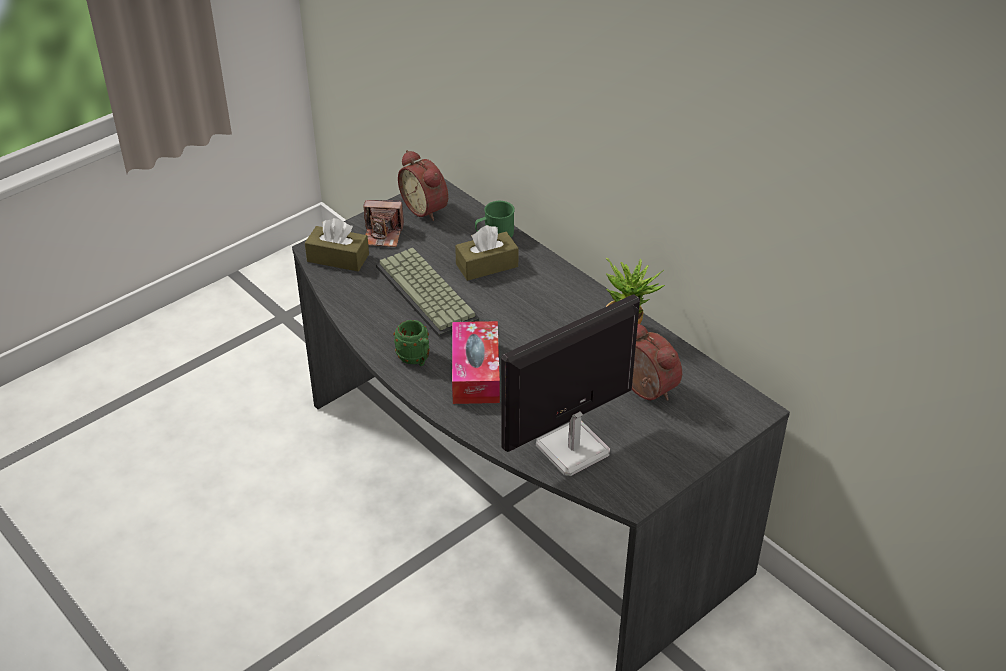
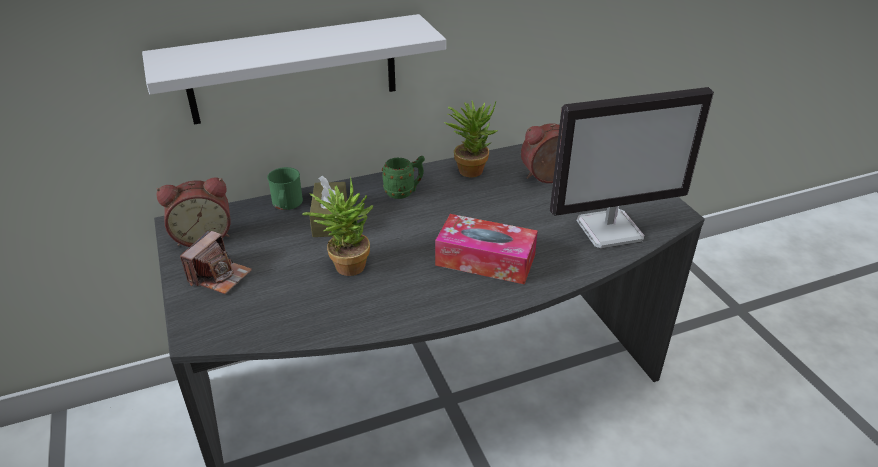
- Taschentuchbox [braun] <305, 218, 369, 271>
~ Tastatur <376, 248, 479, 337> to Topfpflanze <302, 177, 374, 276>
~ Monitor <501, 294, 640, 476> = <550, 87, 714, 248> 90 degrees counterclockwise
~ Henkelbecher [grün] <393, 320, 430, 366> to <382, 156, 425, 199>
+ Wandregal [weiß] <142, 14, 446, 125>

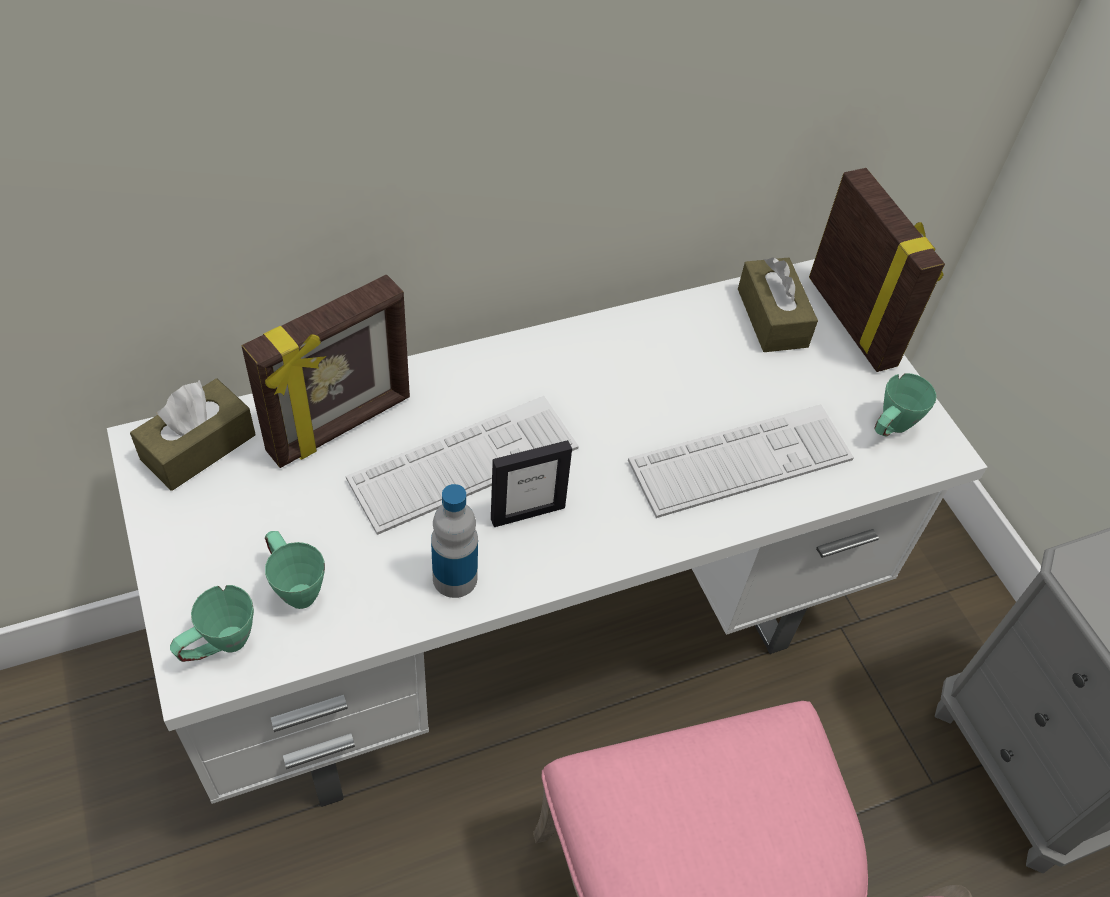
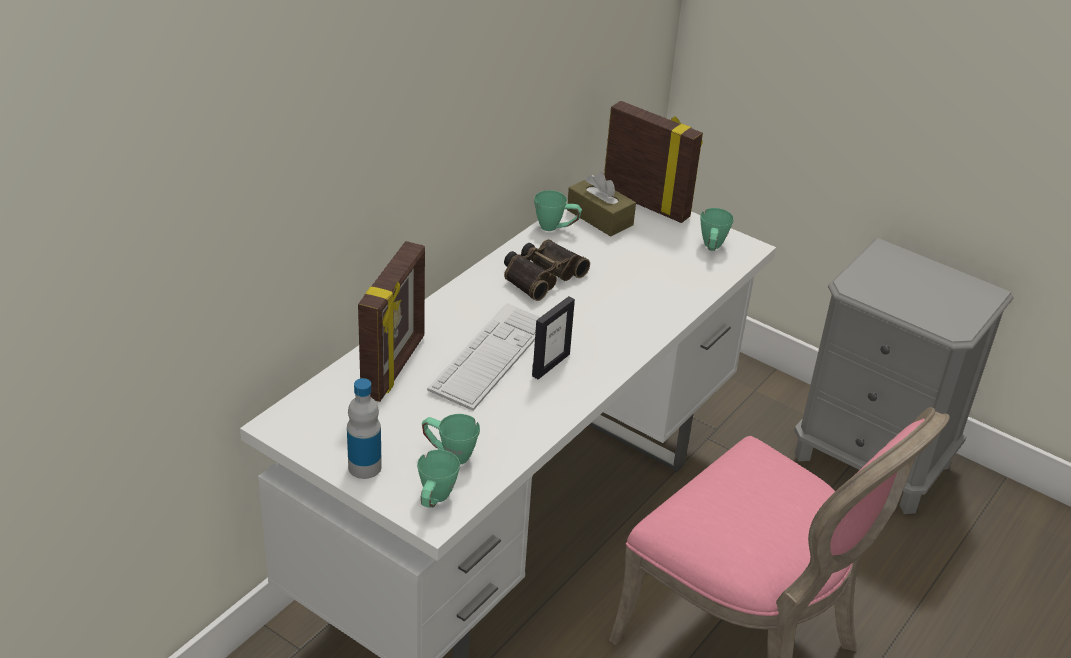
- Taschentuchbox [braun] <130, 379, 256, 491>
- Tastatur <628, 404, 854, 518>
~ Flasche <431, 484, 478, 598> to <347, 378, 382, 479>
+ Henkelbecher [grün] <534, 190, 582, 231>
+ Fernglas <504, 239, 590, 301>

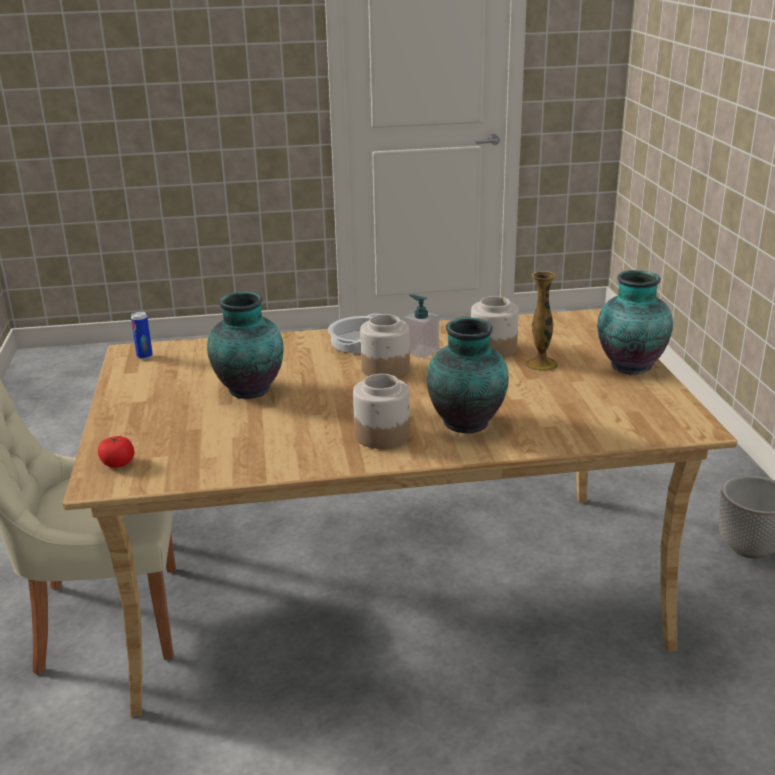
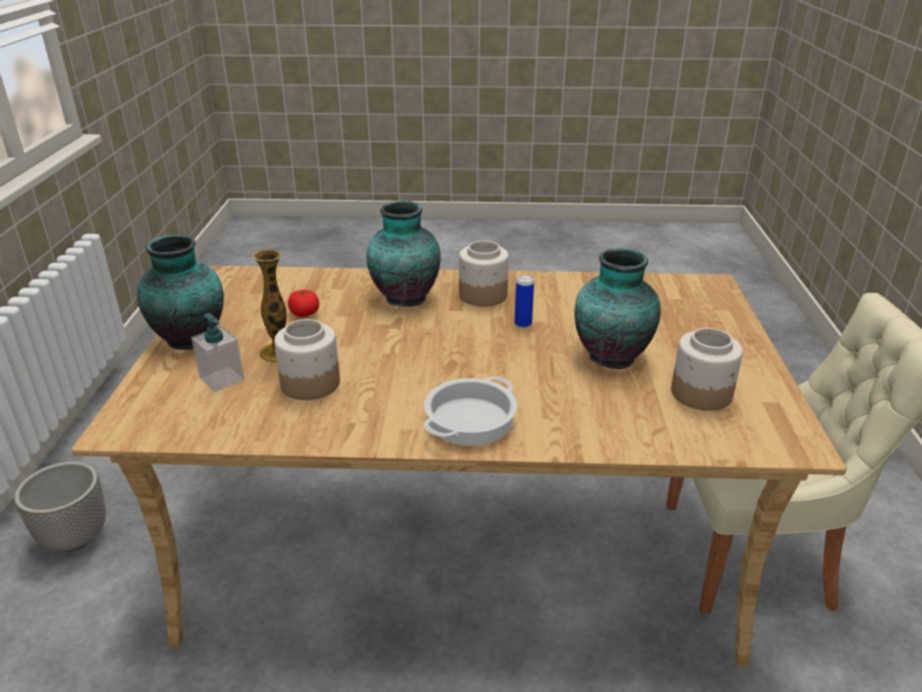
~ Seifenspender <403, 294, 439, 359> to <191, 313, 245, 392>
~ Dose <131, 312, 153, 359> to <514, 275, 534, 328>
~ Vorratsglas <360, 314, 410, 377> to <671, 328, 743, 411>
~ Tomate <98, 436, 135, 468> to <288, 289, 319, 317>

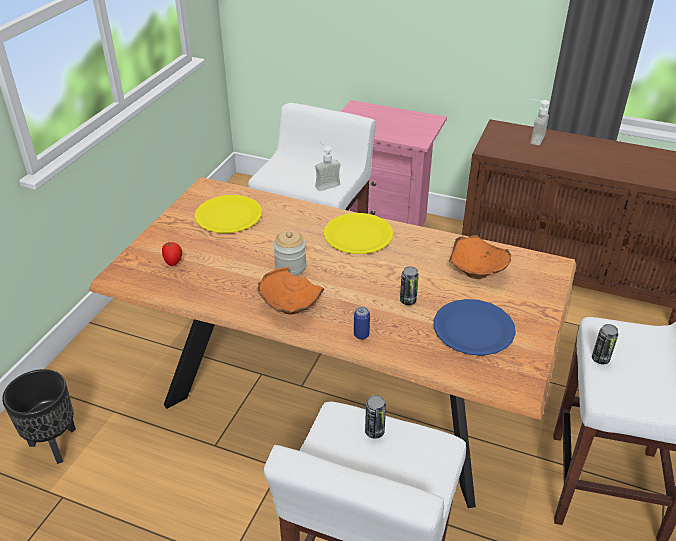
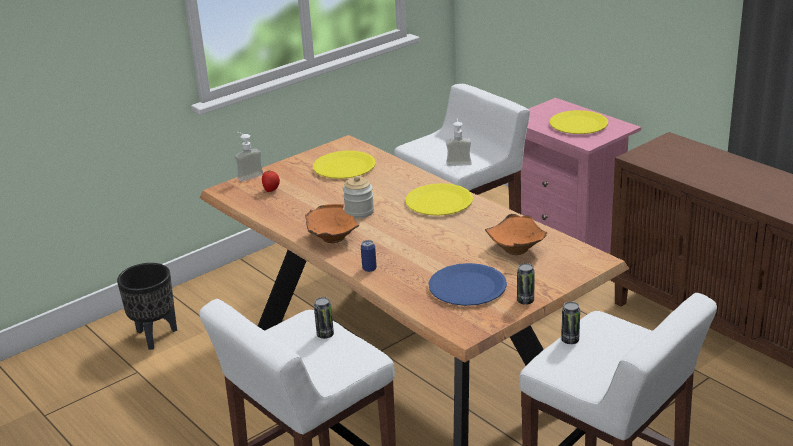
~ Seifenspender <531, 100, 550, 145> to <235, 132, 263, 182>
~ Dose <400, 266, 419, 305> to <517, 263, 535, 305>
+ Teller [gelb] <550, 110, 608, 134>

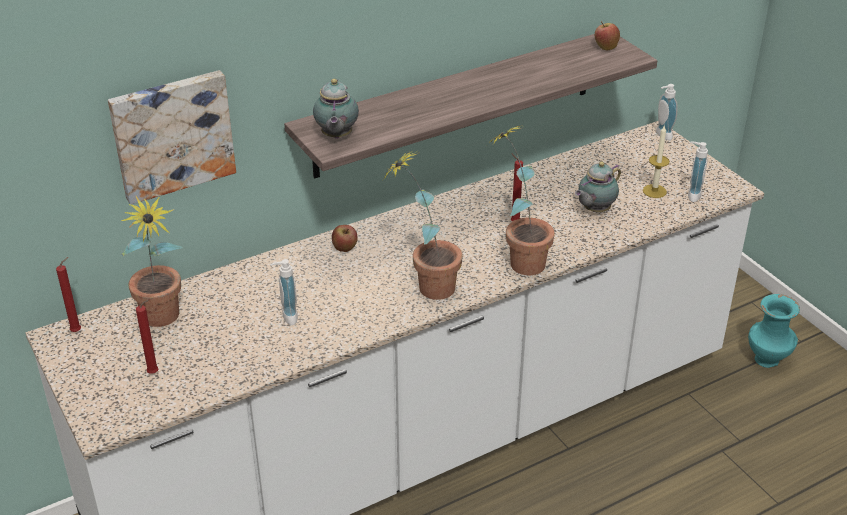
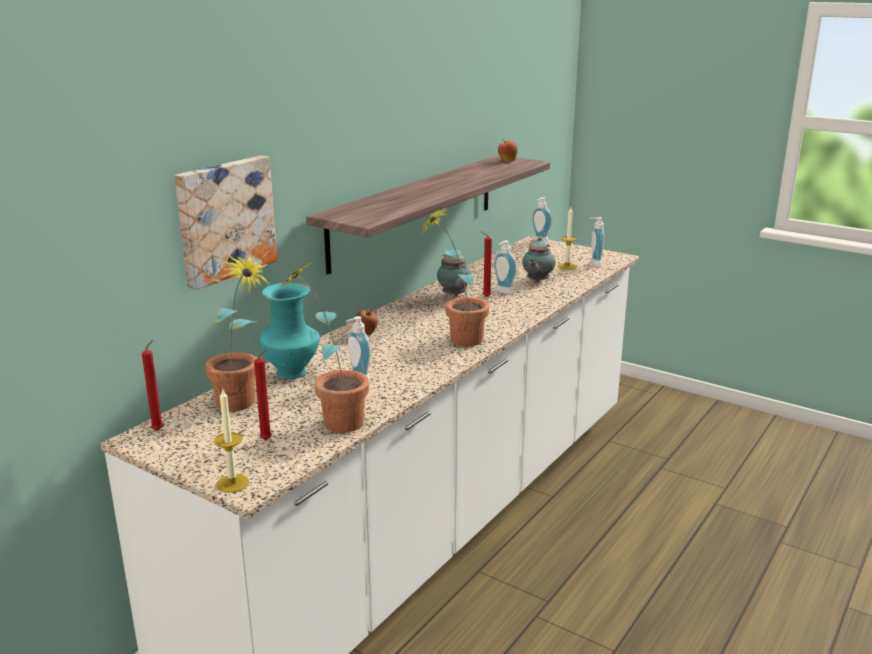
~ Teekanne <313, 79, 359, 139> to <437, 249, 471, 297>
~ Topfpflanze <487, 126, 555, 275> to <279, 262, 369, 433>
~ Vase [türkis] <748, 294, 800, 368> to <260, 282, 320, 380>
+ Seifenspender <494, 240, 517, 294>
+ Kerze <213, 388, 249, 493>

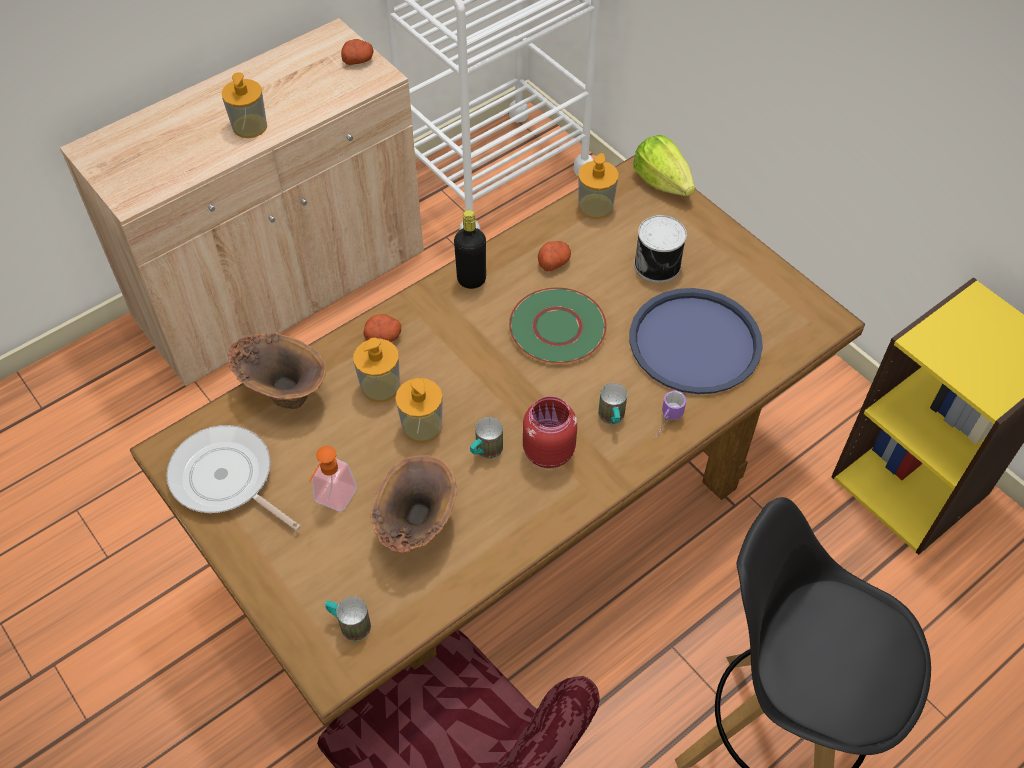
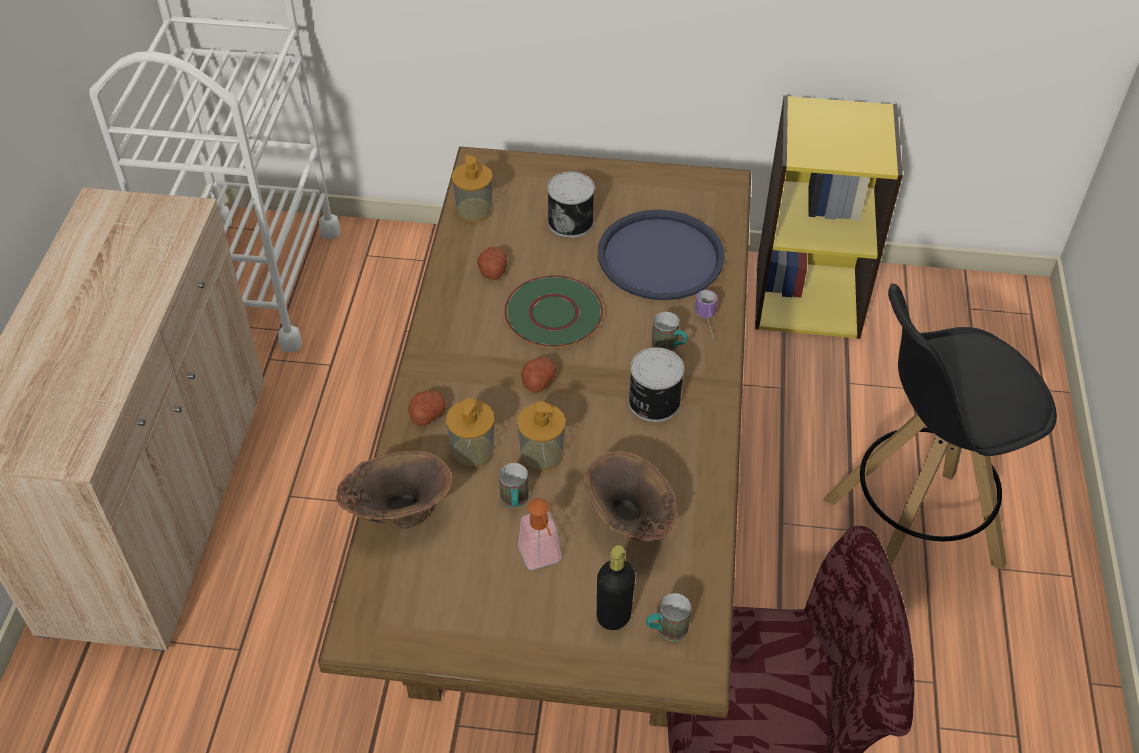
~ Kartoffel <341, 39, 373, 65> to <522, 357, 556, 393>
- Seifenspender <222, 72, 267, 138>
- Salatkopf <633, 135, 695, 196>
~ Flasche [schwarz] <454, 210, 486, 289> to <597, 545, 635, 630>
~ Vorratsglas [rot] <523, 396, 577, 468> to Dose <628, 347, 684, 422>
~ Henkelbecher <470, 417, 503, 459> to <499, 463, 529, 508>
- Pfanne <166, 425, 301, 531>

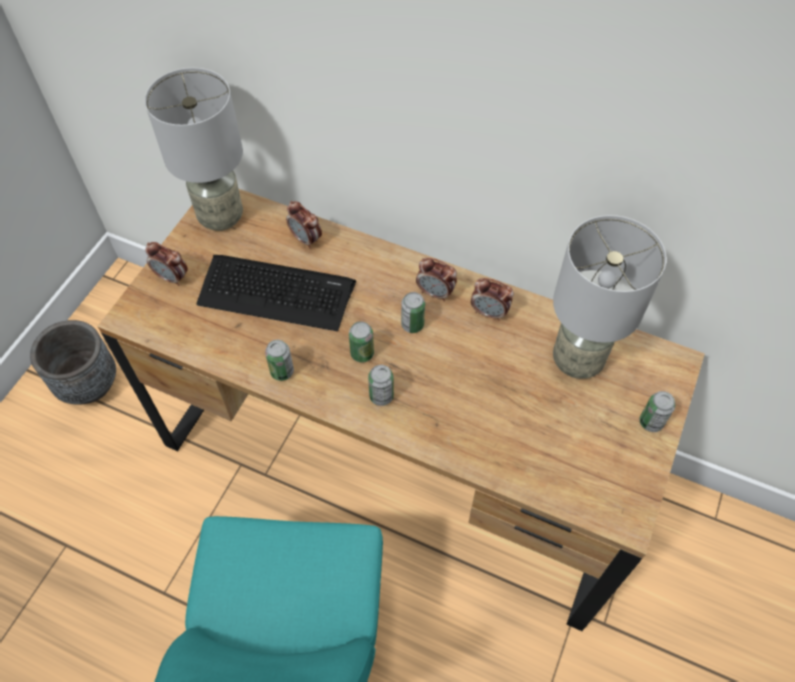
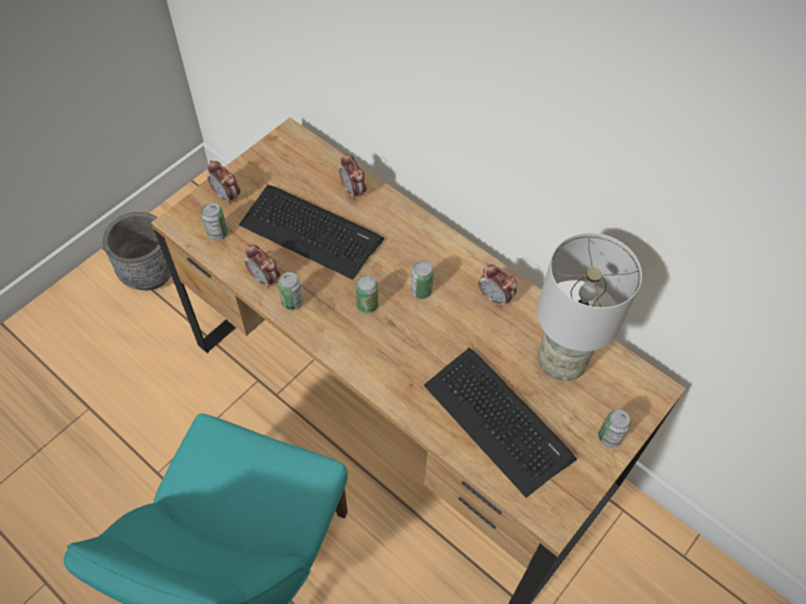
- Tischlampe [grau] <145, 68, 243, 231>
~ Wecker <416, 258, 457, 301> to <244, 244, 280, 289>
~ Dose <368, 365, 394, 406> to <201, 203, 228, 241>
+ Tastatur <424, 348, 577, 498>

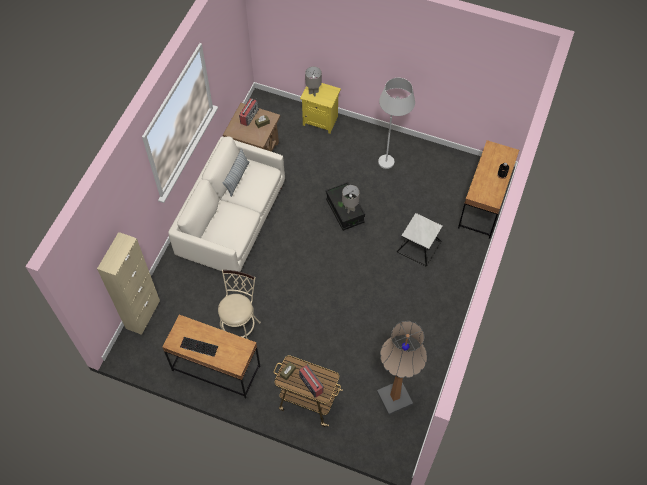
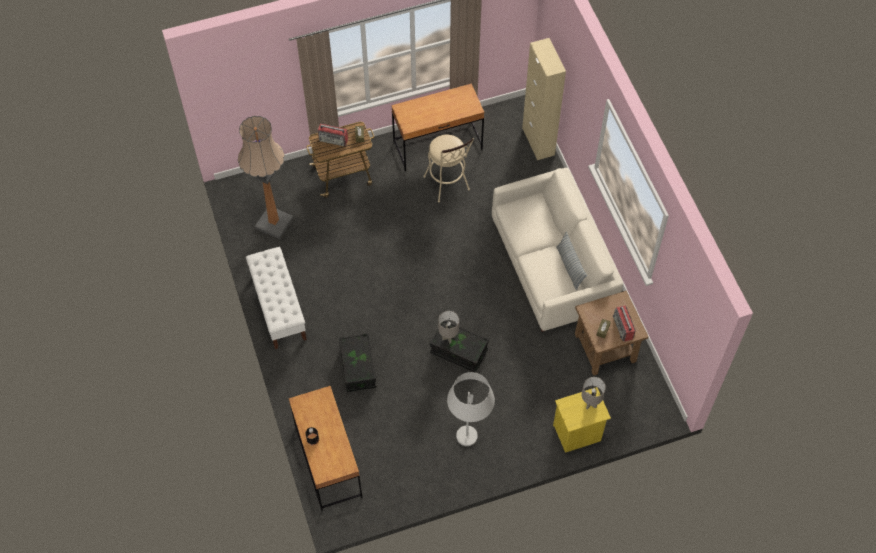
~ Beistelltisch <397, 213, 443, 267> to Aufbewahrungsbox [schwarz] <339, 333, 376, 392>
- Tastatur <180, 337, 218, 357>
+ Bank [weiß] <246, 247, 307, 349>

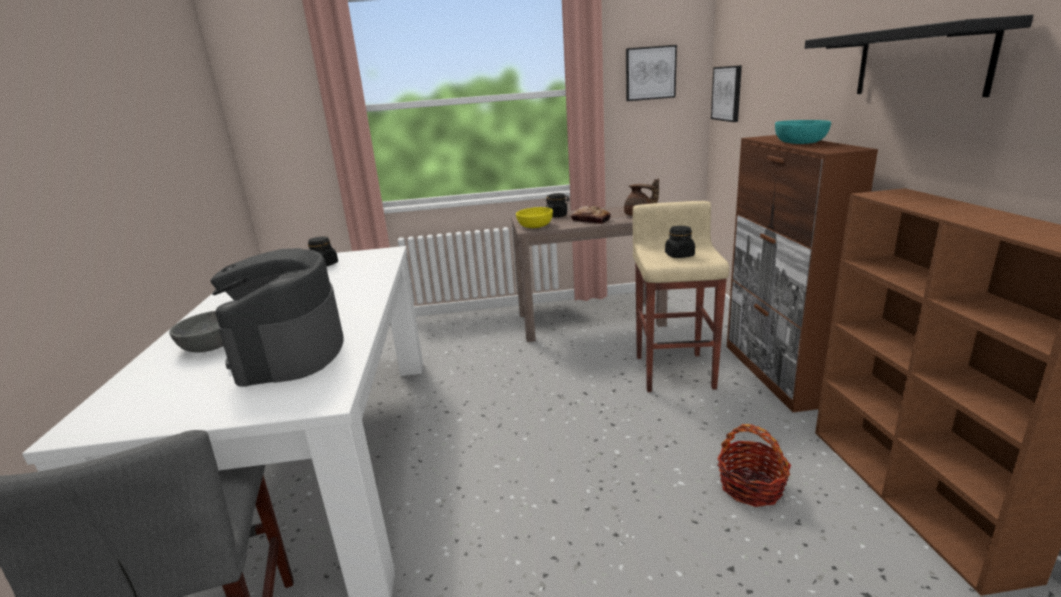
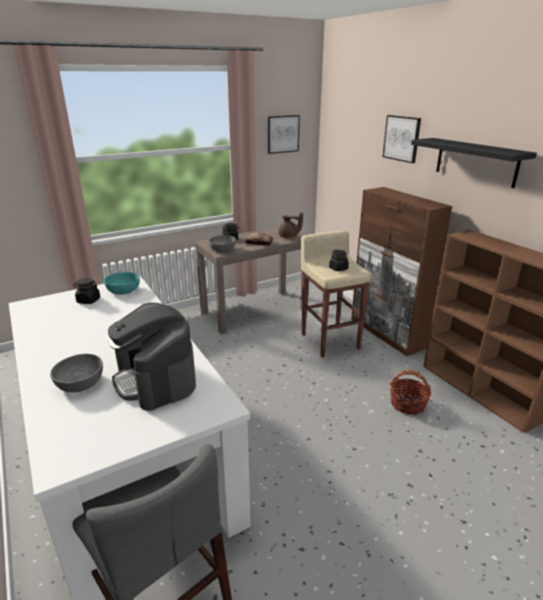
~ Bild <711, 65, 742, 122> to <383, 115, 421, 163>
~ Schüssel [türkis] <775, 120, 831, 144> to <104, 272, 140, 295>
~ Schüssel [gelb] <516, 207, 553, 228> to Schüssel [grau] <209, 235, 236, 252>

